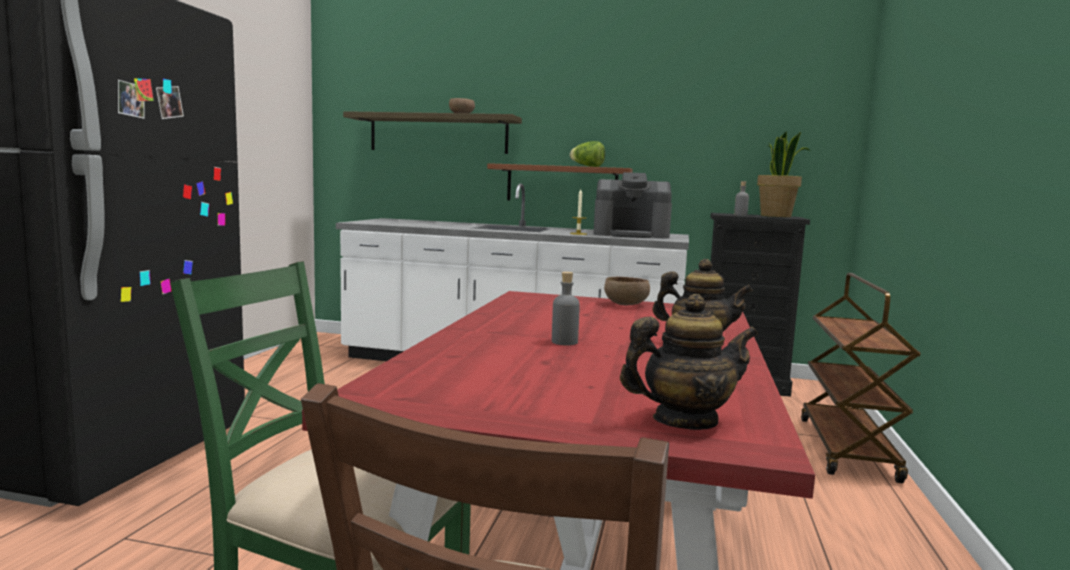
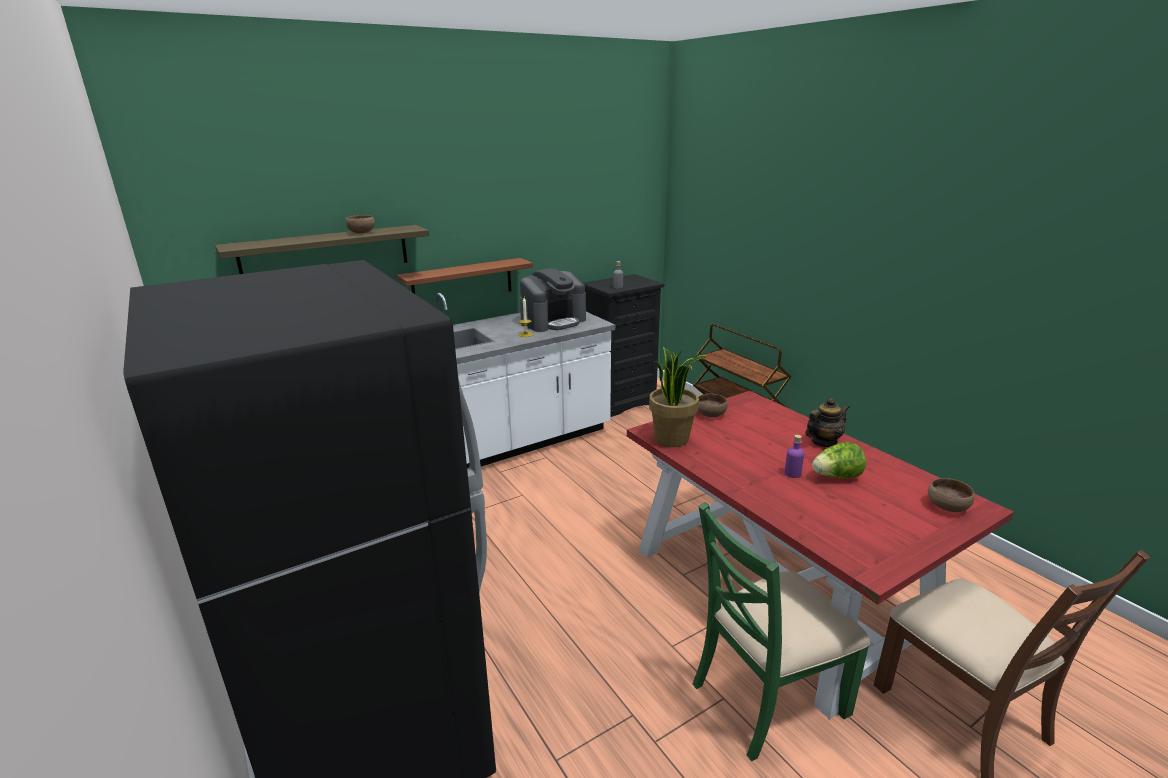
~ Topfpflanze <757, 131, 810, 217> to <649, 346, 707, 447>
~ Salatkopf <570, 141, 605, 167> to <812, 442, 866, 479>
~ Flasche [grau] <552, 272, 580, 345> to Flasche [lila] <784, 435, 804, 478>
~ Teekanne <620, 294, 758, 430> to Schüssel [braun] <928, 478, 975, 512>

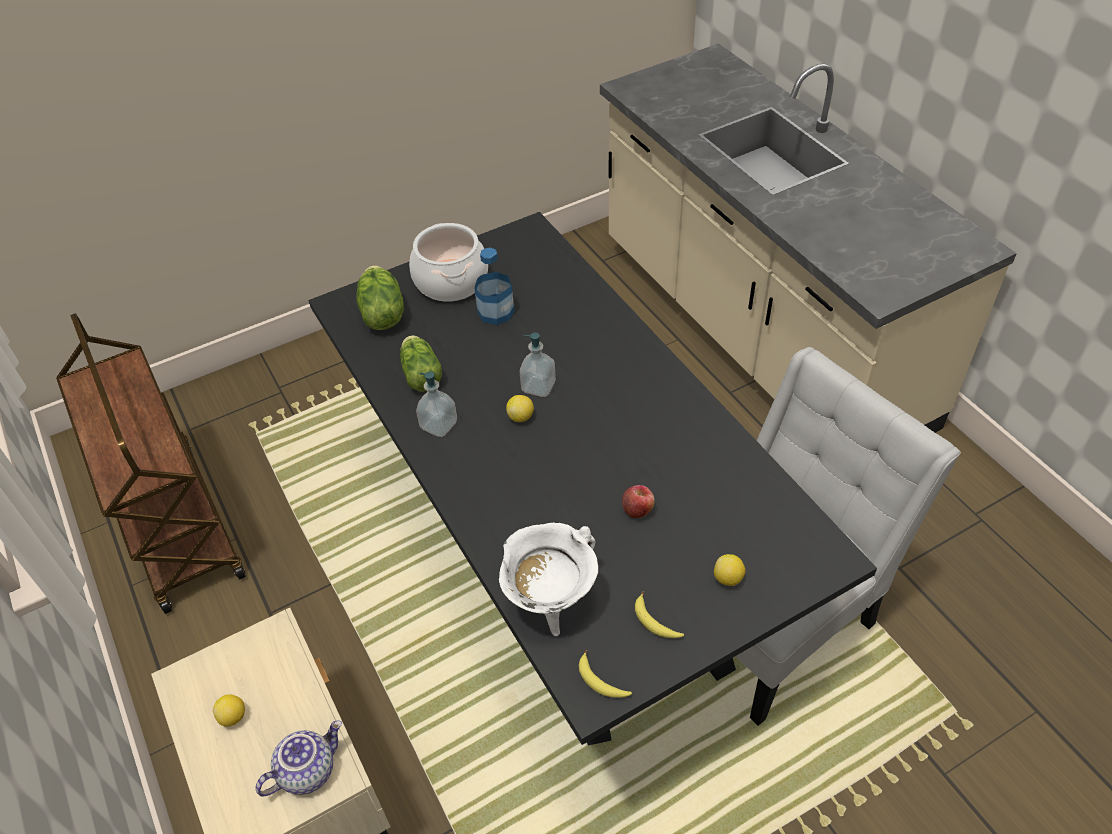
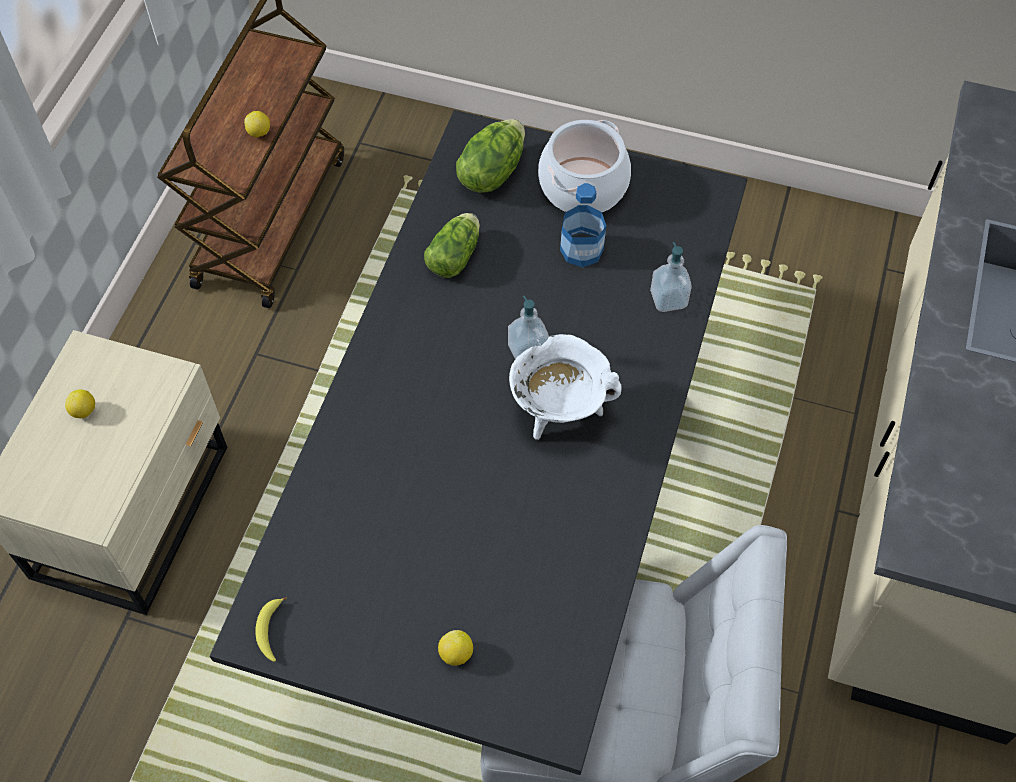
~ Seifenspender <416, 371, 457, 437> to <650, 242, 692, 312>
~ Zitrone <506, 395, 534, 422> to <244, 111, 270, 137>
- Apfel <622, 485, 655, 518>
~ Kochtopf [weiß] <499, 522, 598, 636> to <509, 334, 621, 440>
- Banane <635, 591, 684, 638>
- Teekanne <255, 720, 342, 796>

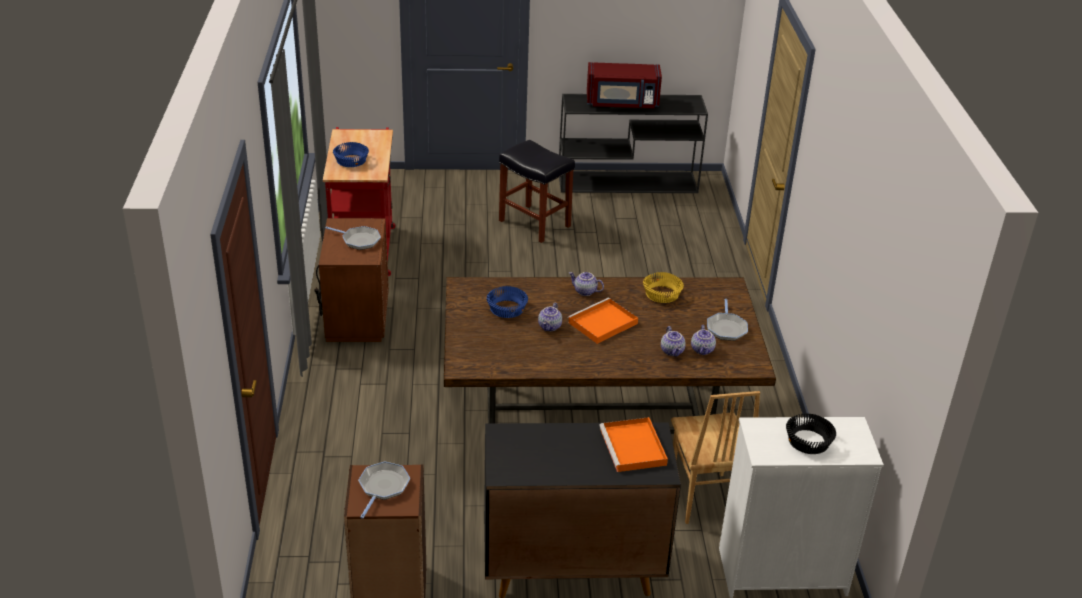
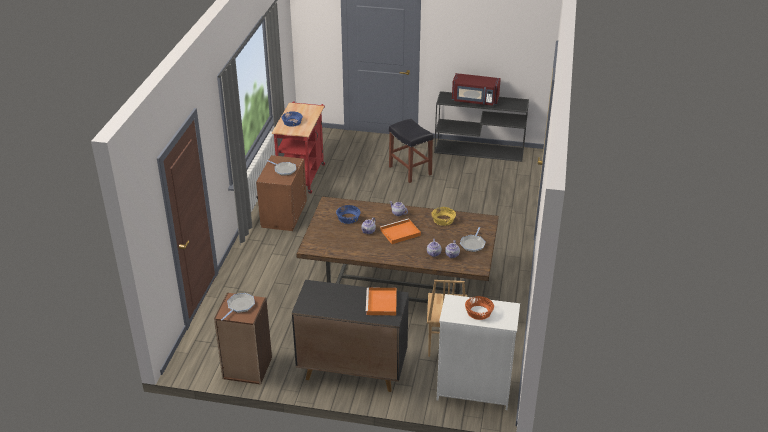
~ Schüssel [schwarz] <786, 414, 836, 454> to Schüssel [orange] <465, 296, 494, 320>

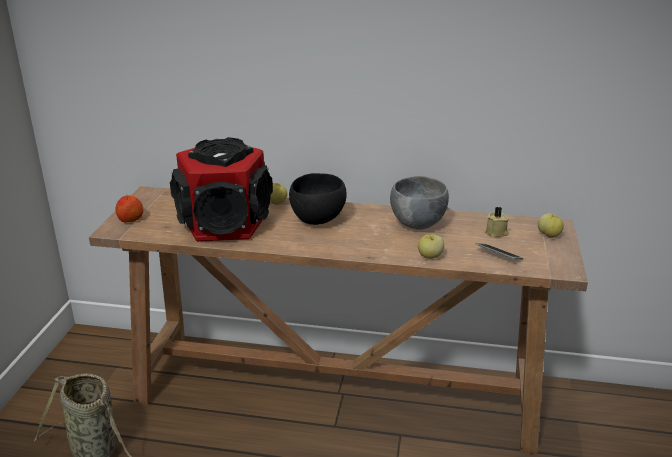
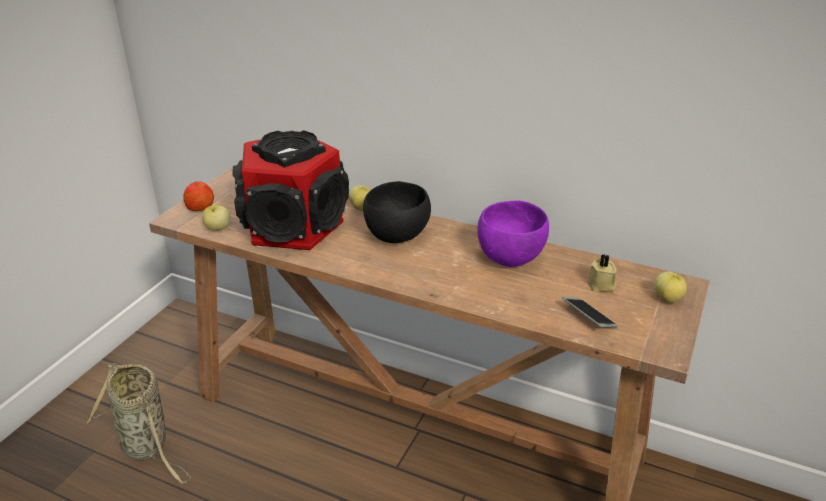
~ Schüssel [grau] <390, 176, 449, 230> to Schüssel [lila] <477, 200, 549, 267>
~ Apfel <418, 234, 444, 259> to <202, 205, 231, 231>

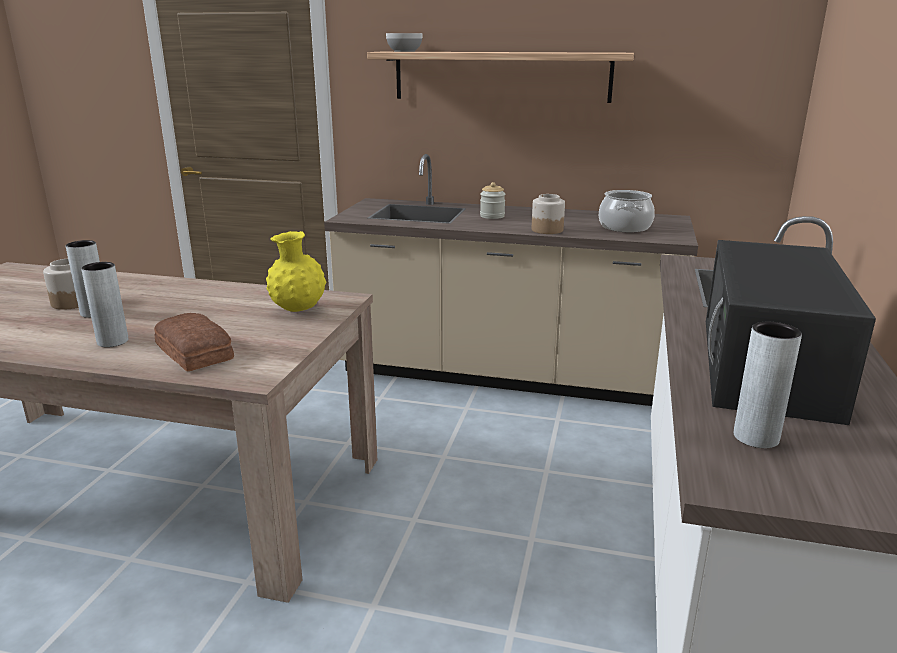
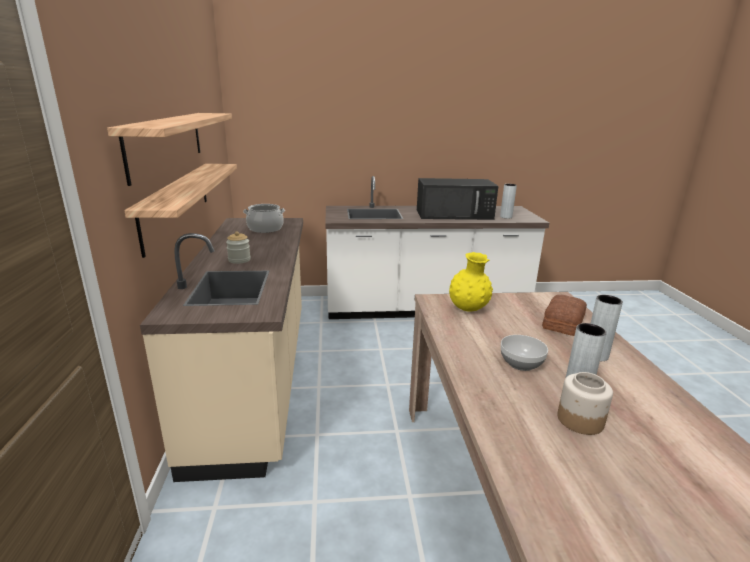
~ Schüssel <386, 33, 423, 52> to <501, 335, 548, 371>
- Vorratsglas <532, 194, 565, 234>
+ Wandregal <124, 164, 237, 258>

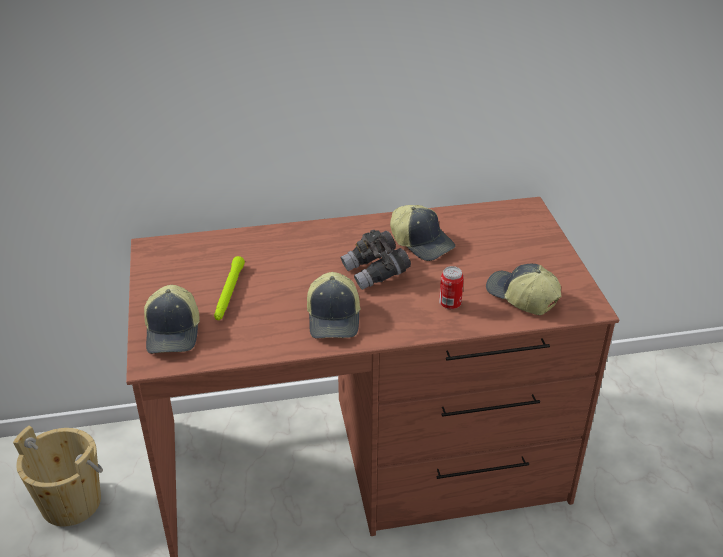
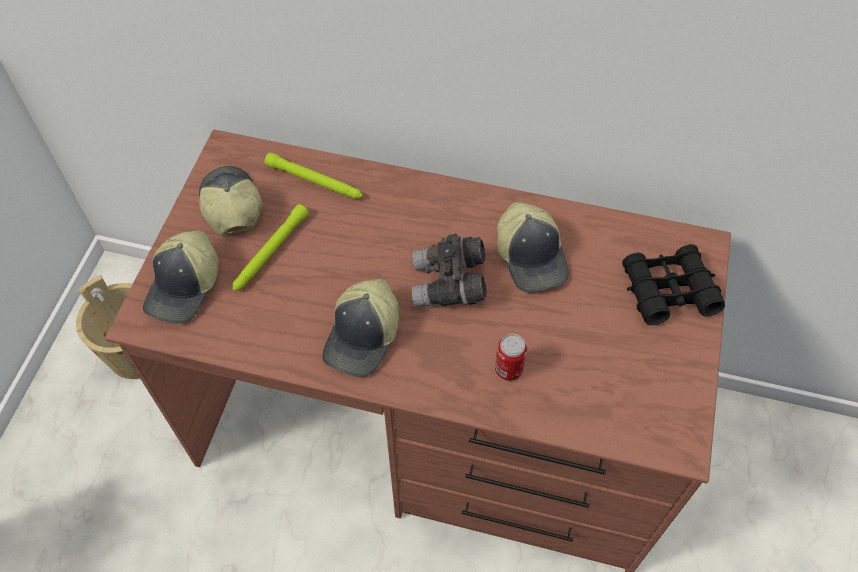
~ Kappe <486, 264, 562, 315> to <199, 166, 262, 237>
+ Taschenlampe [grün] <265, 152, 363, 199>
+ Fernglas [schwarz] <622, 244, 725, 325>

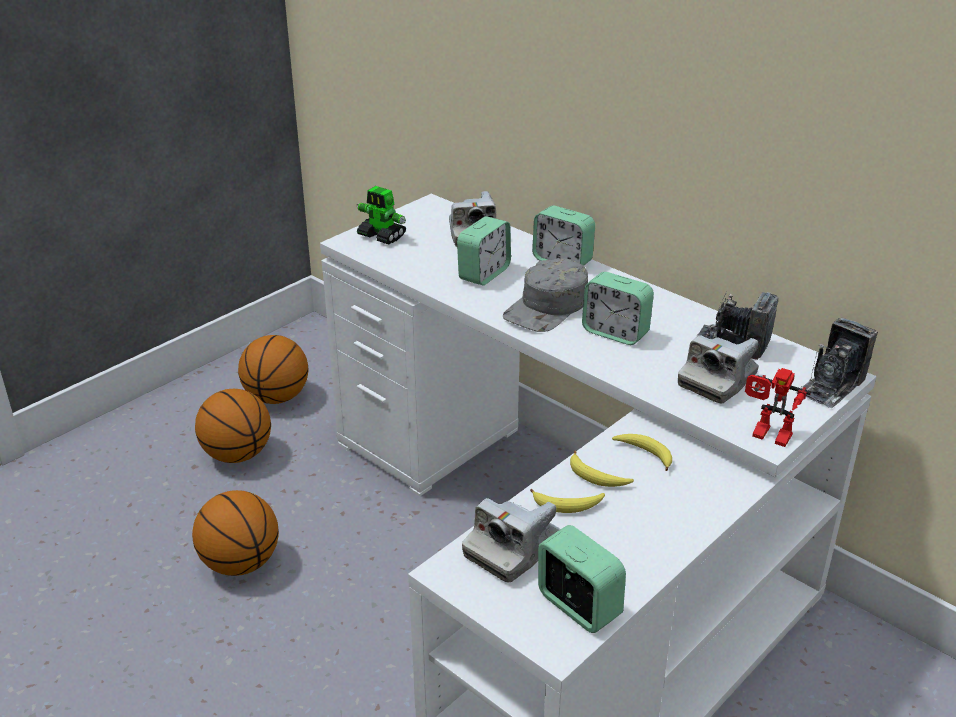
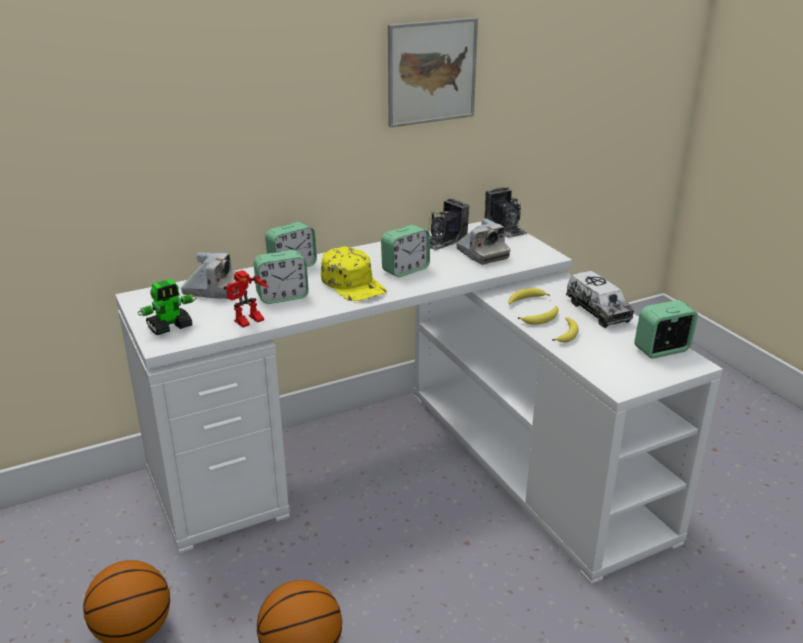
~ Wecker <457, 216, 511, 285> = <254, 250, 309, 304> 105 degrees clockwise
~ Kappe [grau] <503, 258, 588, 332> to Kappe [gelb] <321, 247, 387, 301>
- Basketball <238, 335, 308, 404>
~ Spielzeugroboter <745, 368, 811, 447> to <224, 270, 269, 327>
- Kamera <462, 498, 560, 582>
+ Bild <388, 17, 478, 128>
+ Spielzeuglaster <566, 271, 634, 328>

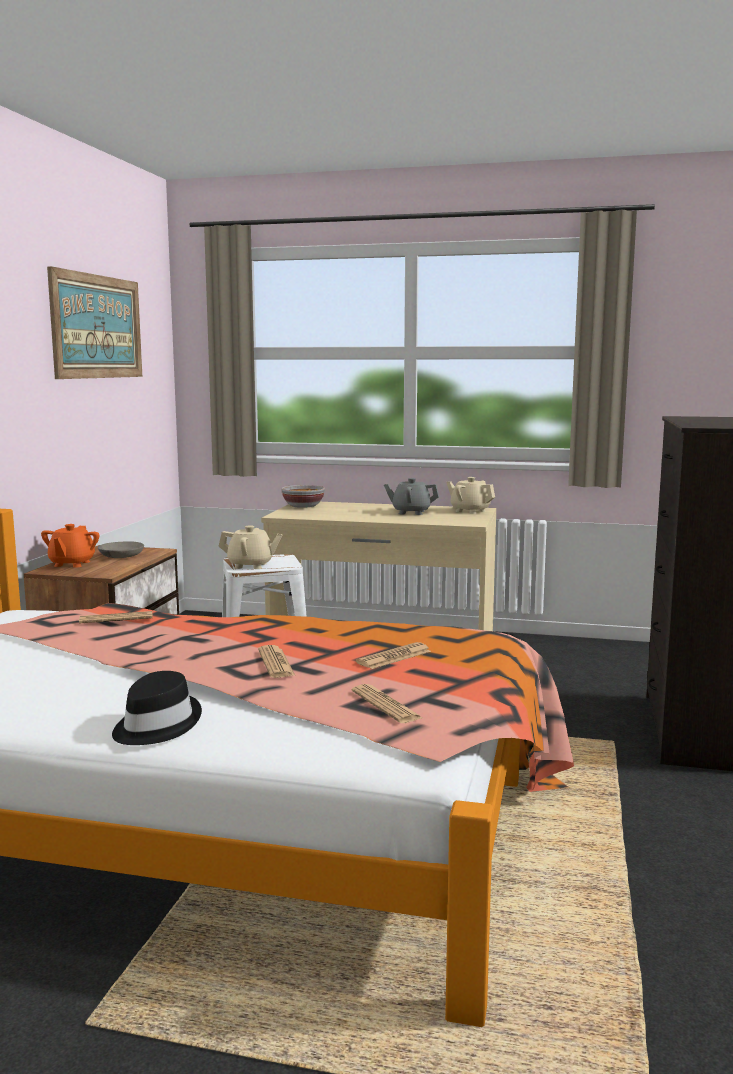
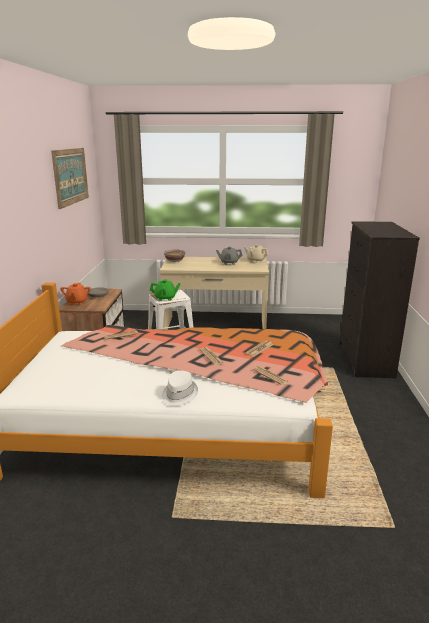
~ Teekanne [beige] <218, 525, 283, 569> to Teekanne [grün] <150, 279, 181, 301>
~ Hut [schwarz] <112, 671, 202, 745> to Hut [weiß] <162, 371, 198, 406>

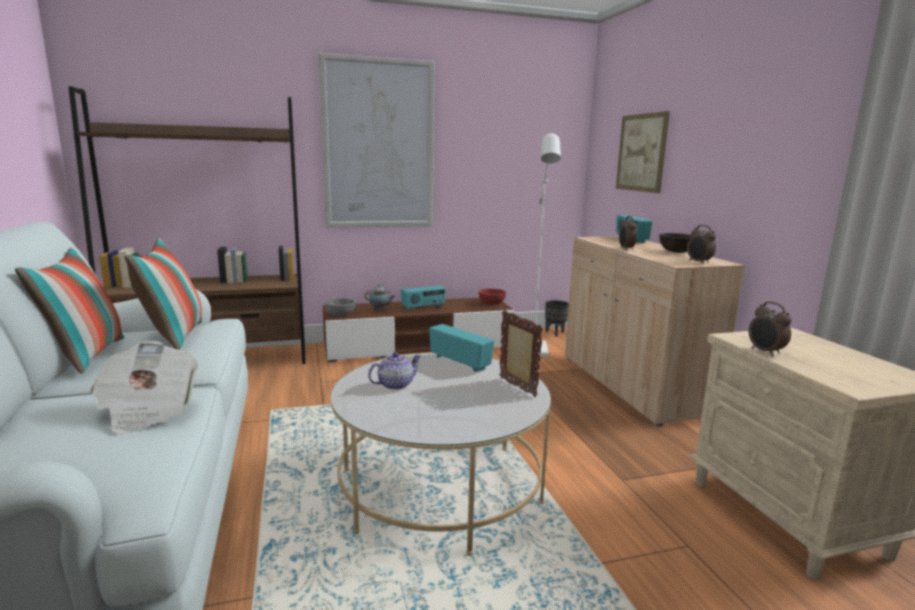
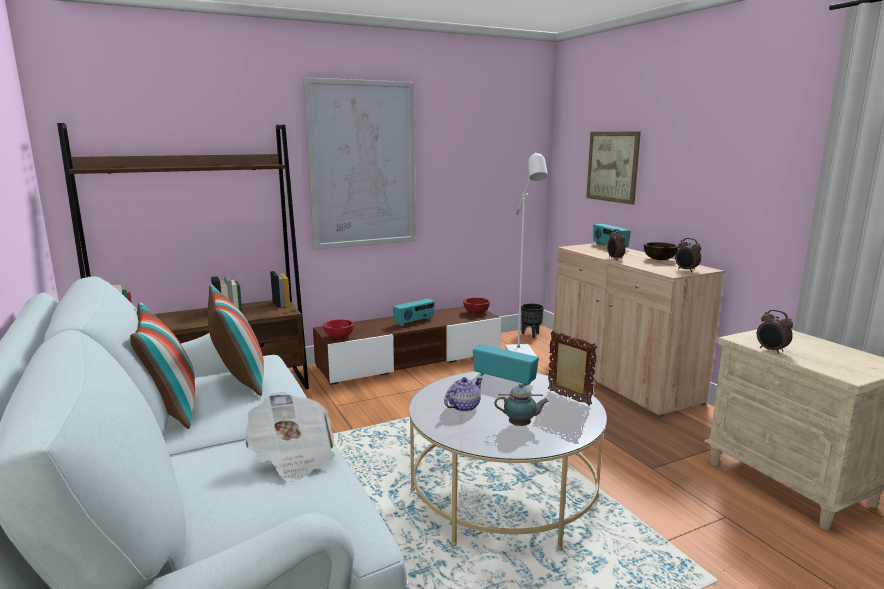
~ Teekanne <365, 284, 395, 311> to <494, 383, 549, 426>
~ Schüssel [grau] <325, 298, 356, 316> to Schüssel [rot] <323, 319, 354, 338>

